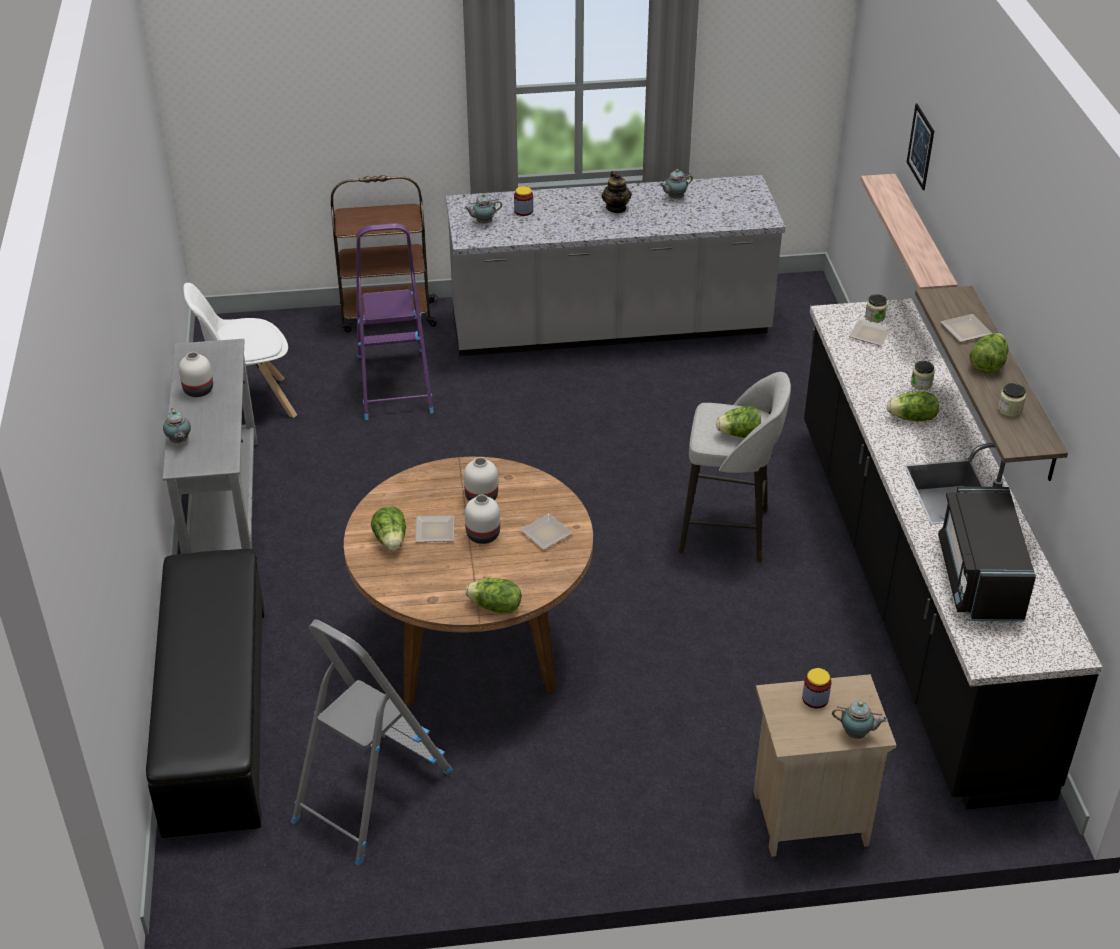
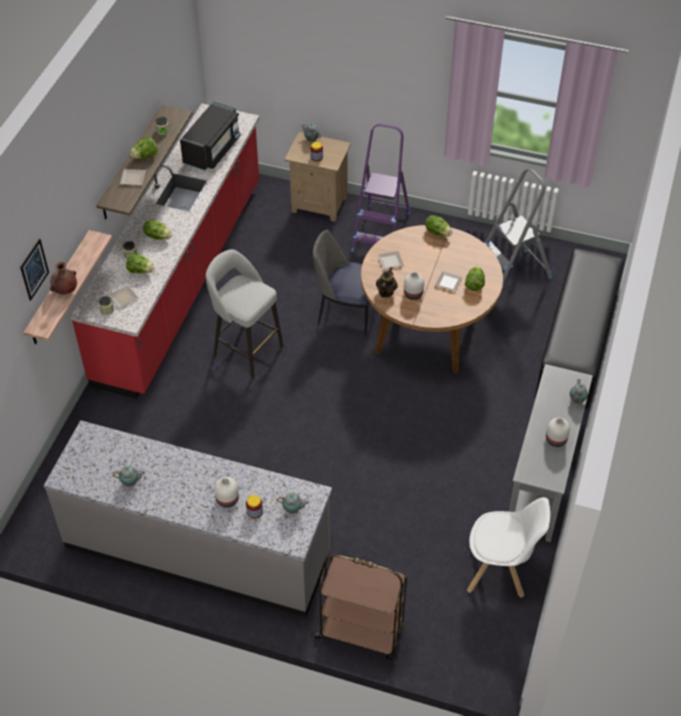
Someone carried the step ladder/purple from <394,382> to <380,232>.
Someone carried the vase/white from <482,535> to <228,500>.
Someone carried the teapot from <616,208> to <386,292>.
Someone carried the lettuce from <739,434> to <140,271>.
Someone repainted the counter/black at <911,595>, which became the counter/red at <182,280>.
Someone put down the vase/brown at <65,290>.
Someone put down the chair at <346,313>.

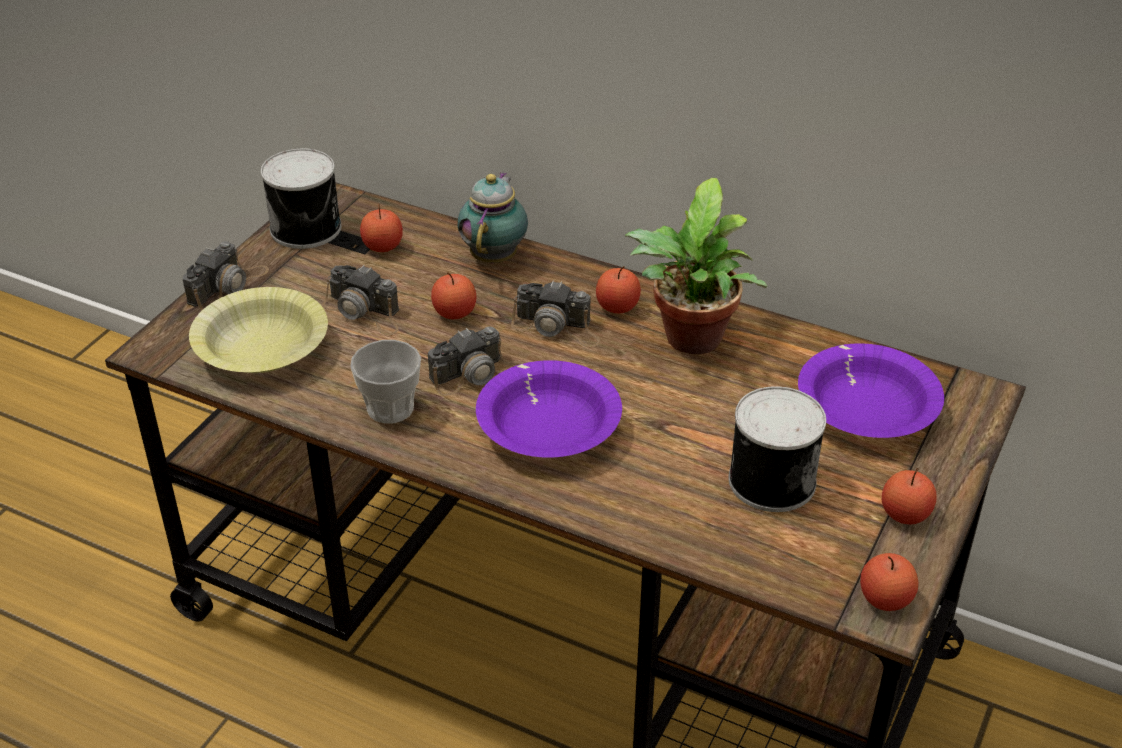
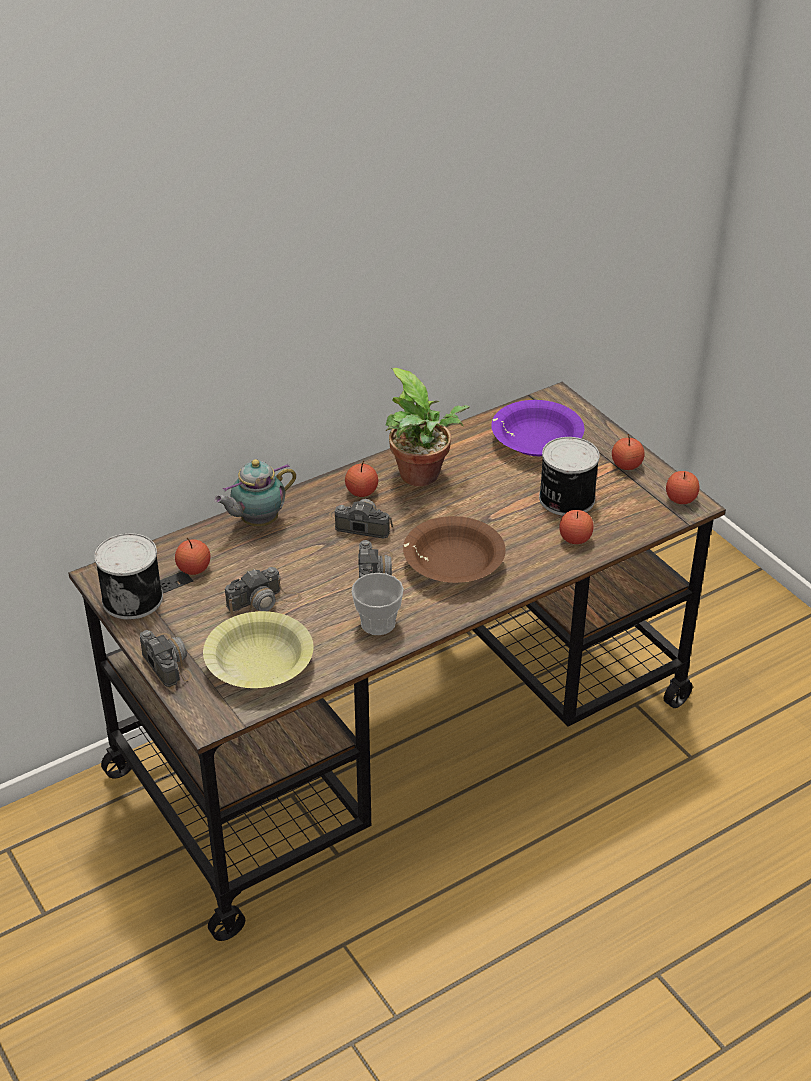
Someone carried the apple from <454,312> to <575,538>.
Someone rotated the teapot at <495,256> by 75 degrees counterclockwise.
Someone repainted the bowl/purple at <549,427>, which became the bowl/brown at <453,563>.
Someone rotated the photo camera at <557,327> by 120 degrees counterclockwise.

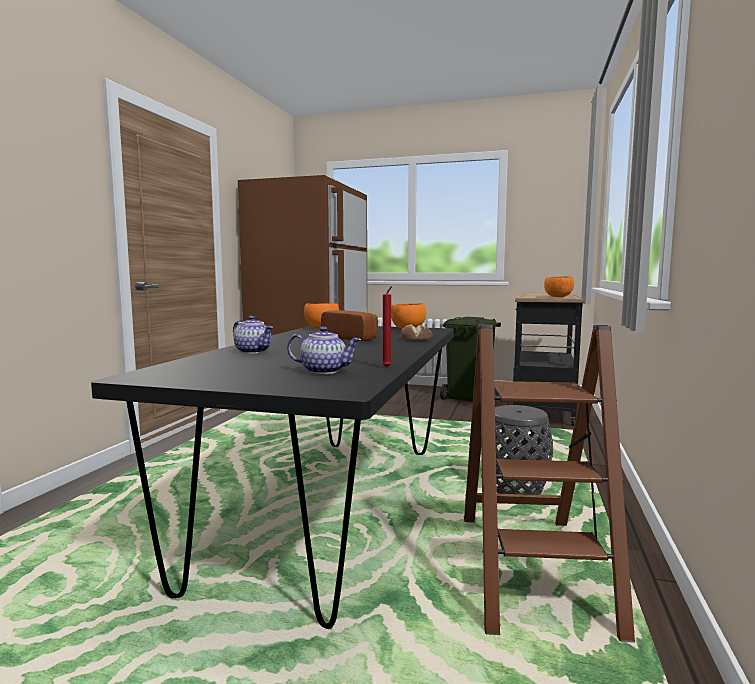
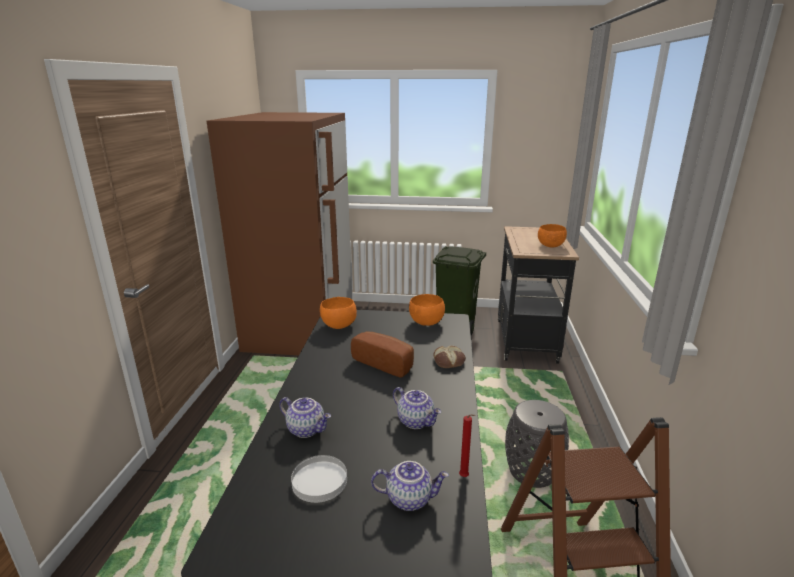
Someone put down the plate/white at <320,481>.
Someone put down the teapot at <416,421>.

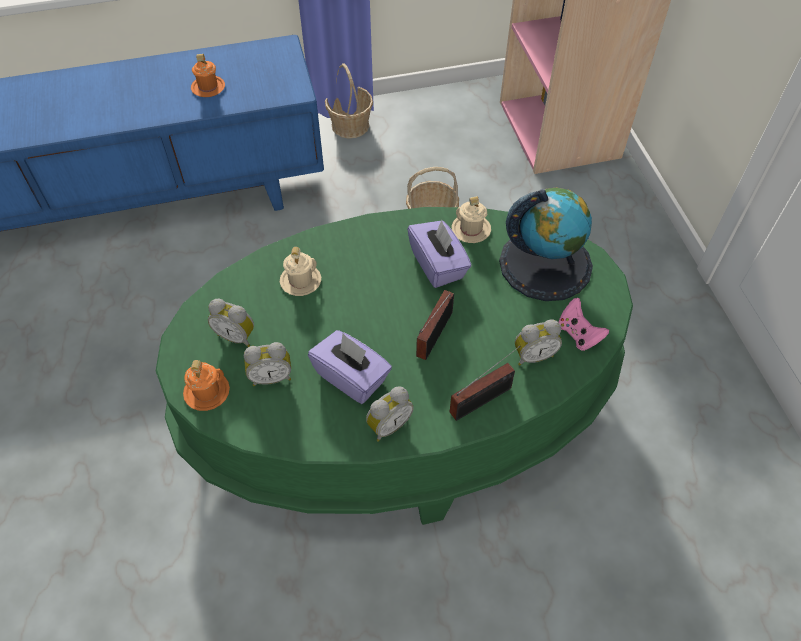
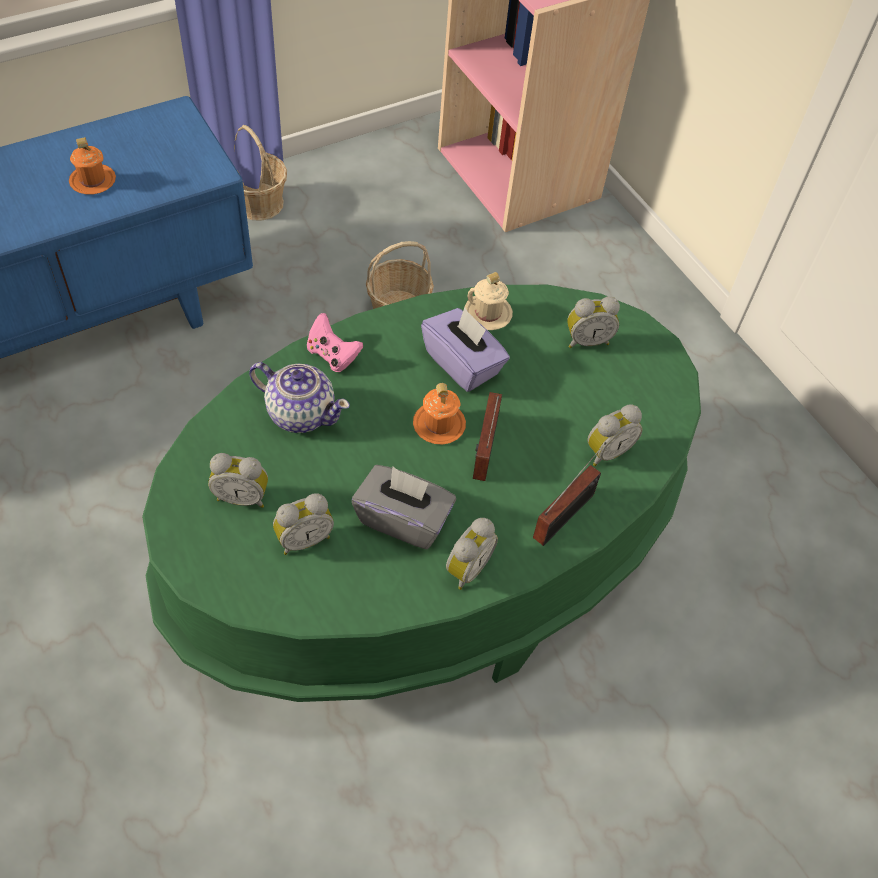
Someone carried the mug/orange from <207,392> to <439,424>.
Someone swapped the mug/beige at <300,281> for the teapot at <300,412>.
Someone repainted the tissue box/purple at <352,377>, which became the tissue box/grey at <403,519>.
Someone swapped the globe at <545,263> for the alarm clock at <586,340>.
Someone carried the game controller/pink from <578,334> to <332,355>.

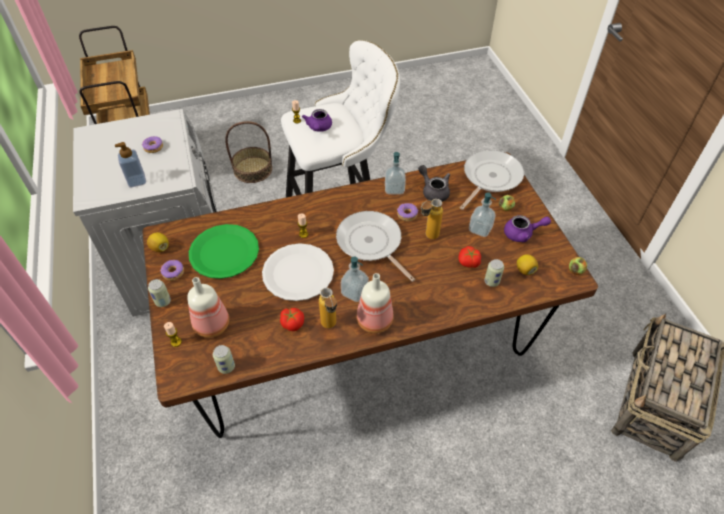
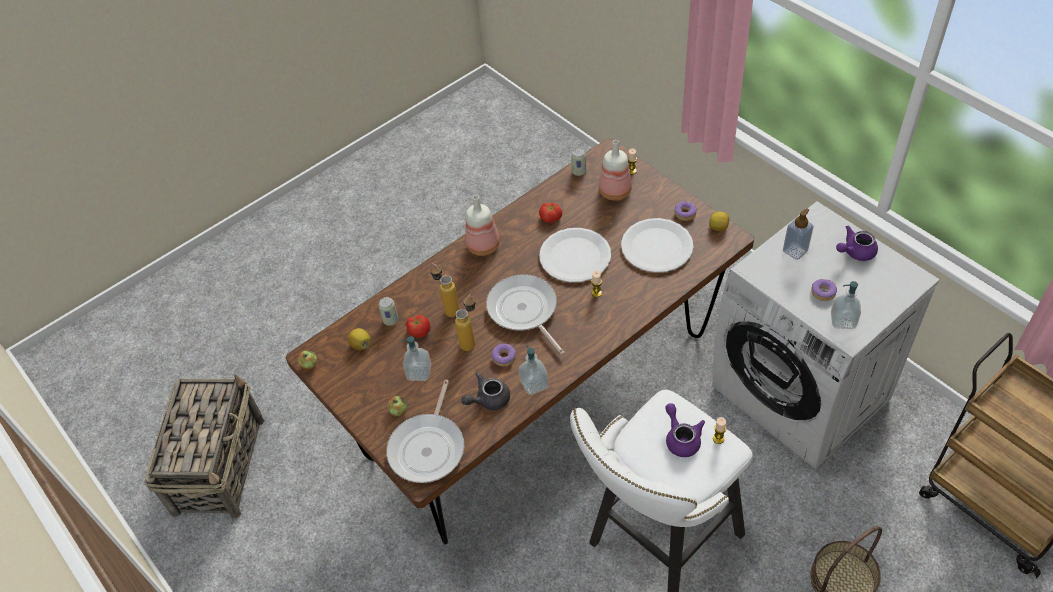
Someone took away the can at <163,301>.
Someone repainted the plate/green at <224,252>, which became the plate/white at <656,247>.
Someone carried the bottle from <330,328> to <448,308>.
Someone rotated the frying pan at <371,243> by 150 degrees counterclockwise.
Someone carried the soap dispenser from <354,292> to <843,320>.
Someone rotated the teapot/grey at <433,191> by 120 degrees clockwise.
Someone carried the teapot/purple from <522,234> to <855,252>.

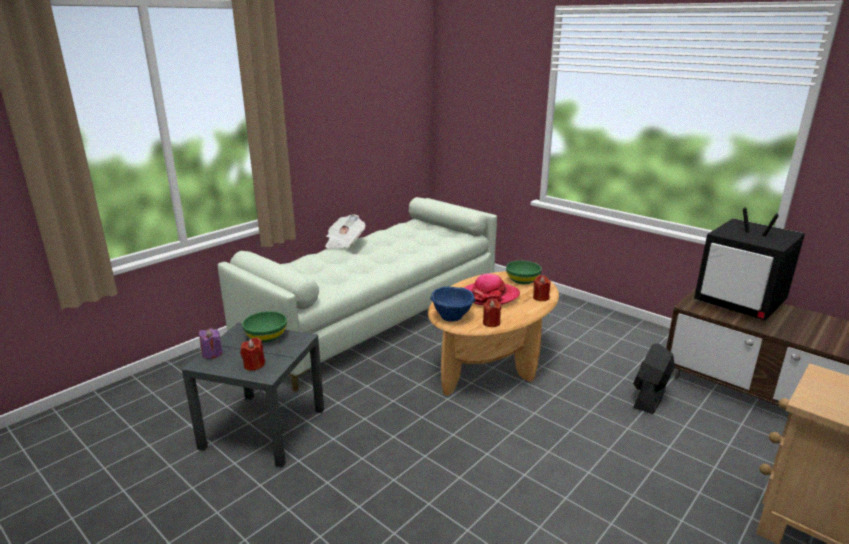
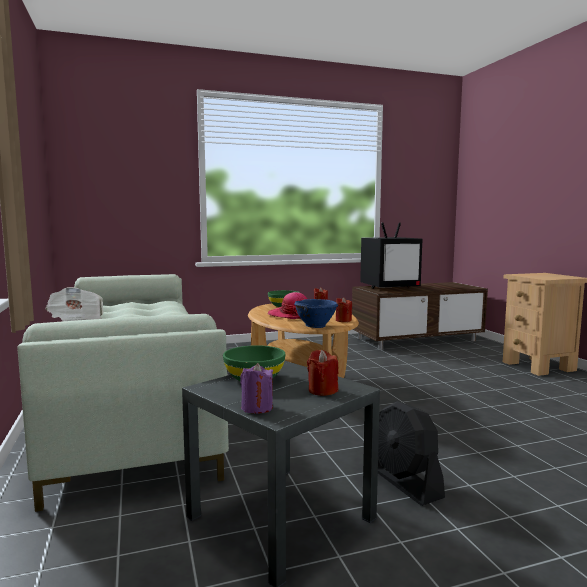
Someone carried the fan/black from <649,397> to <405,482>.

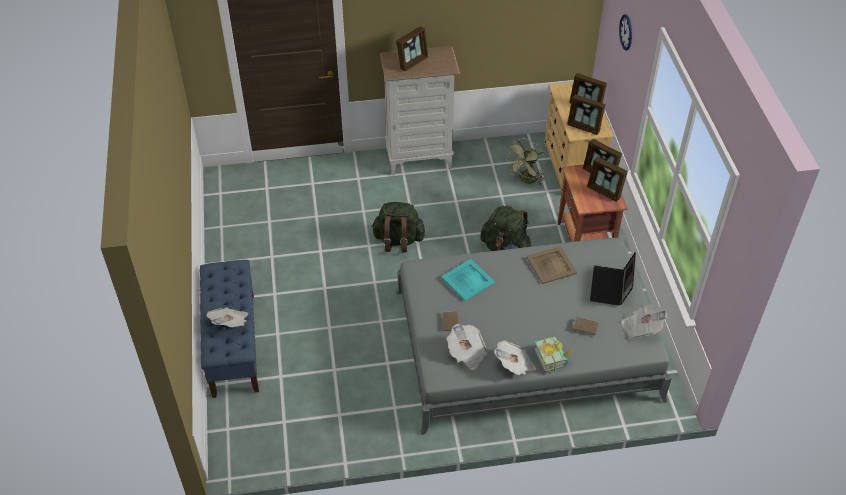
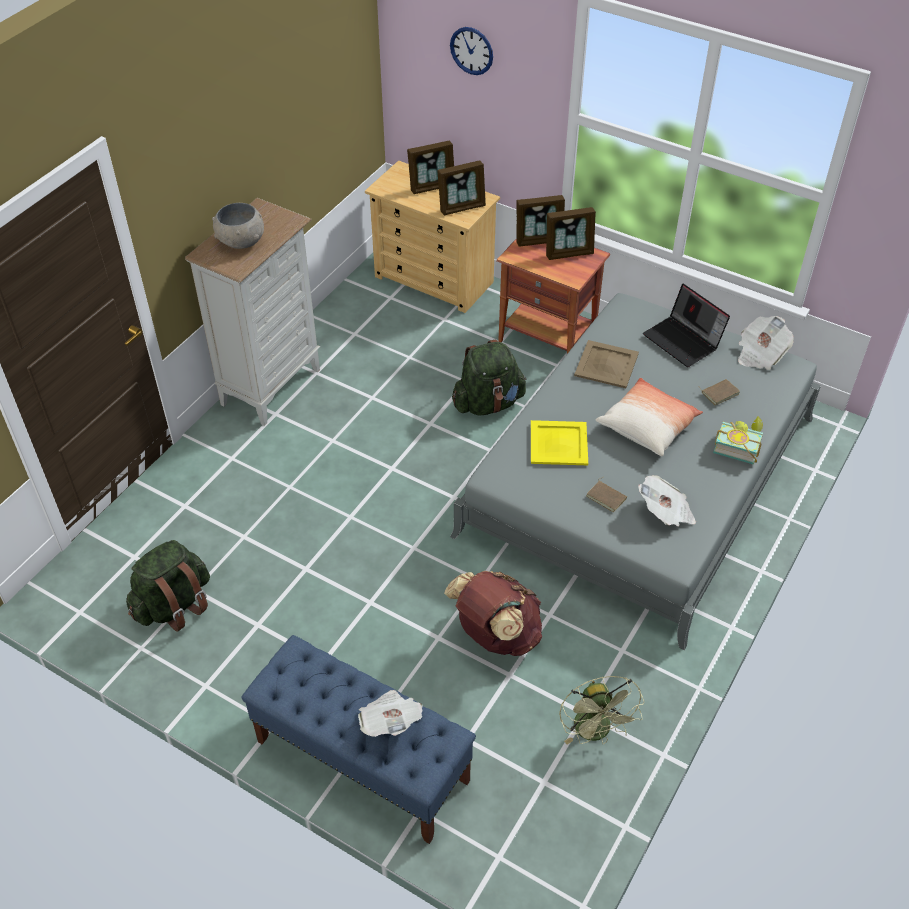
Someone carried the backpack/green from <398,240> to <174,605>.
Someone swapped the picture frame at <412,62> for the bowl/grey at <241,241>.
Someone repainted the tray/turquoise at <467,280>, which became the tray/yellow at <558,443>.
Someone took away the newspaper at <514,365>.
Someone carried the fan/green from <526,180> to <596,732>.
Someone put down the backpack/brown at <495,635>.
Someone put down the pillow at <647,426>.

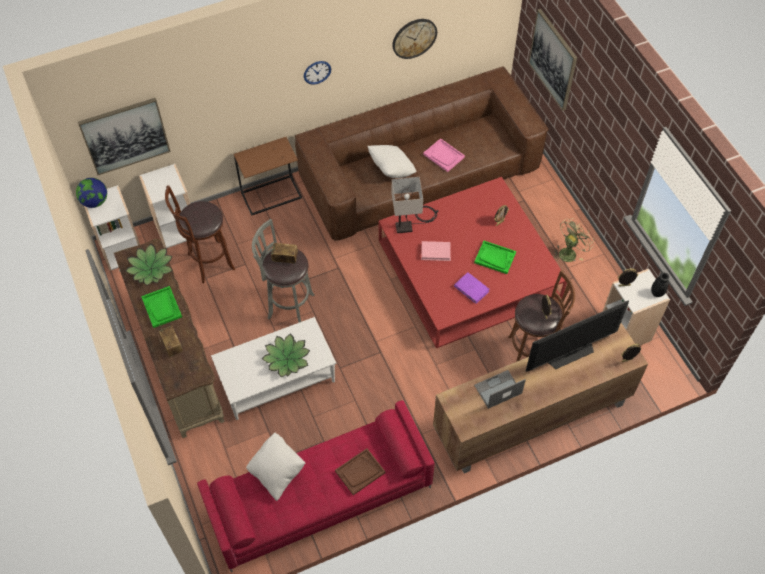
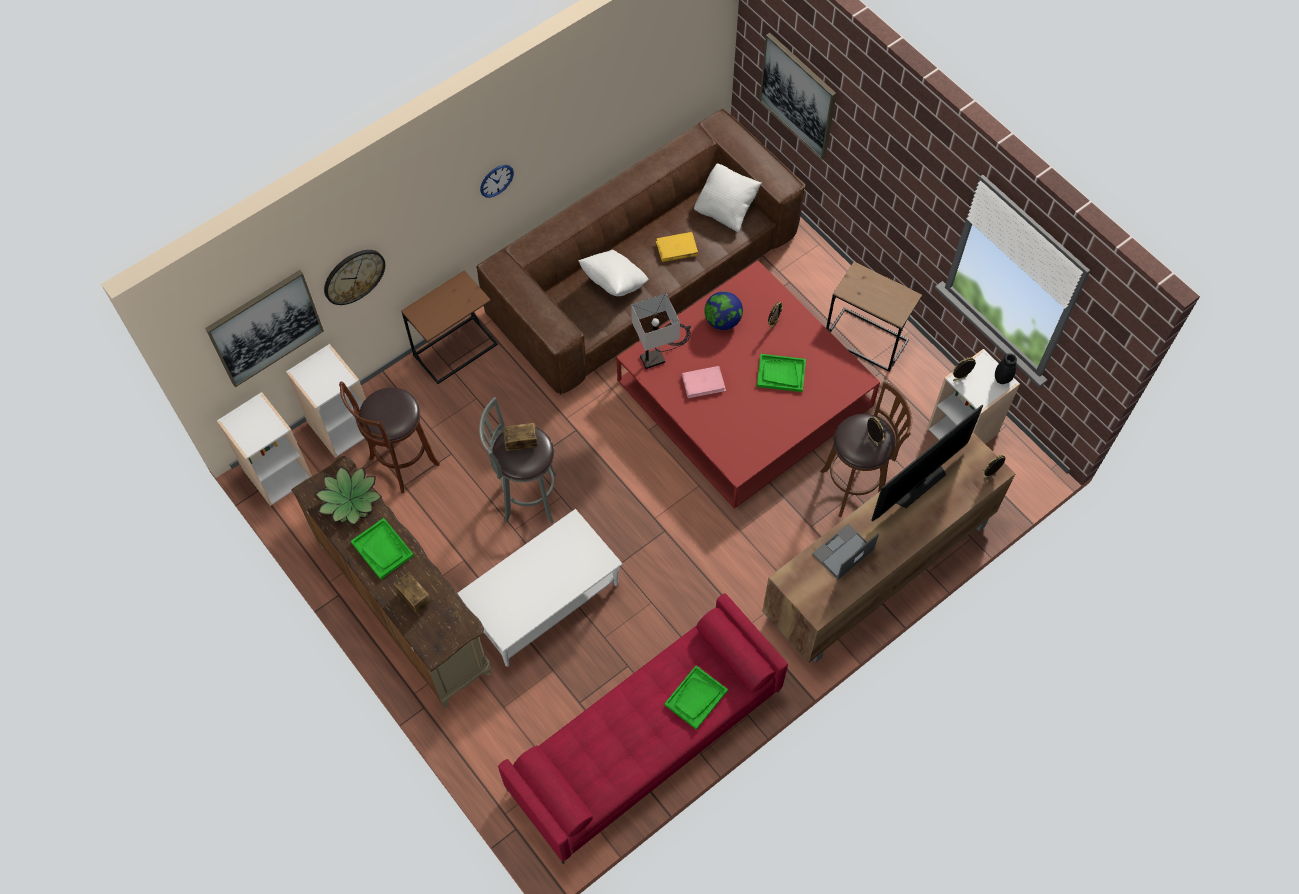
Someone carried the globe from <95,201> to <722,320>.
Someone carried the pillow/white from <277,472> to <726,208>.
Someone took away the potted plant at <287,359>.
Someone repainted the tray/brown at <360,472>, which became the tray/green at <696,698>.
Someone carried the wall clock from <414,38> to <353,276>.
Someone swapped the tray/pink at <444,156> for the book/yellow at <676,248>.
Someone took away the book/purple at <471,289>.
Someone swapped the fan/green at <569,252> for the side table/brown at <865,340>.

